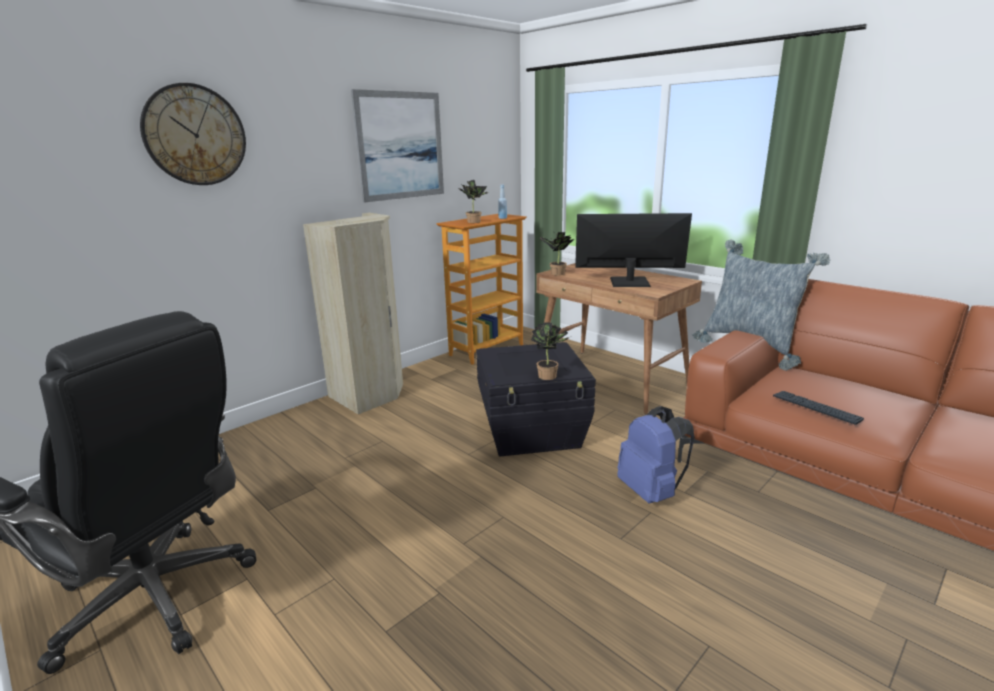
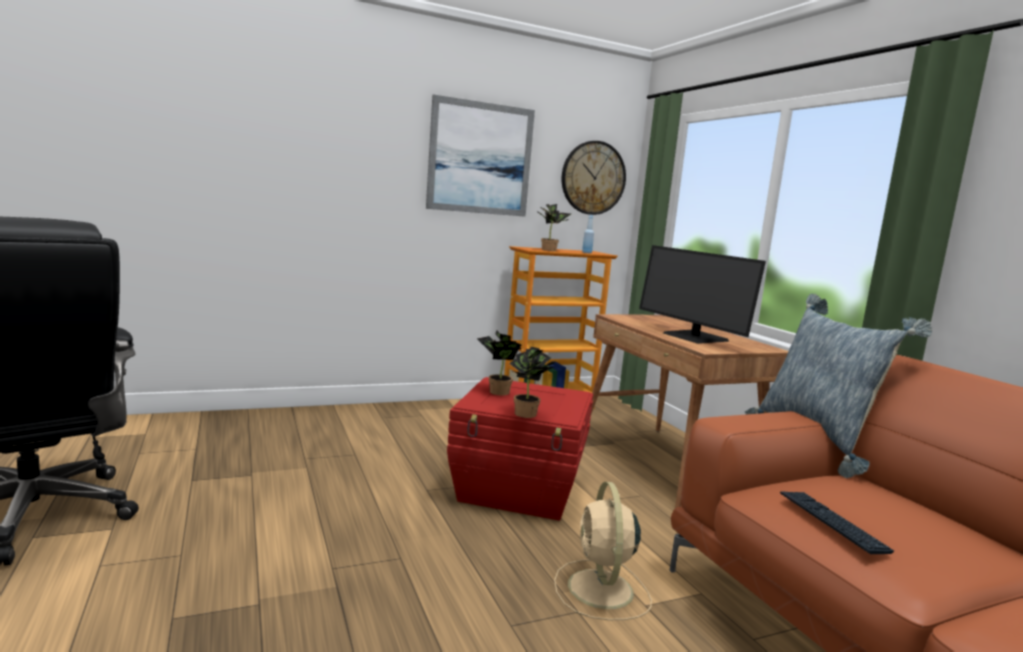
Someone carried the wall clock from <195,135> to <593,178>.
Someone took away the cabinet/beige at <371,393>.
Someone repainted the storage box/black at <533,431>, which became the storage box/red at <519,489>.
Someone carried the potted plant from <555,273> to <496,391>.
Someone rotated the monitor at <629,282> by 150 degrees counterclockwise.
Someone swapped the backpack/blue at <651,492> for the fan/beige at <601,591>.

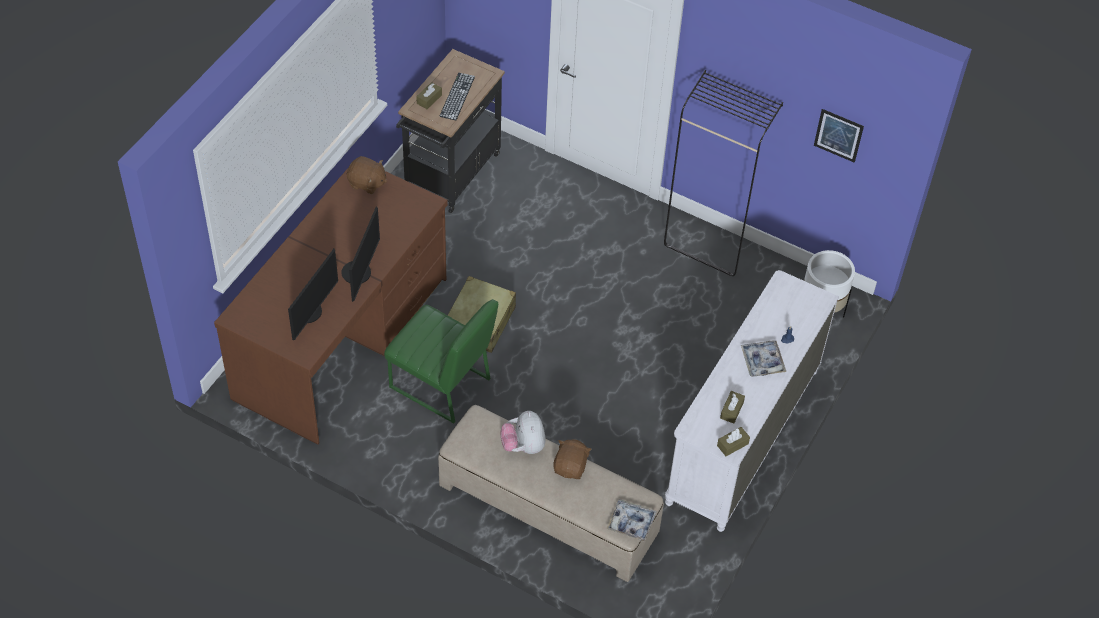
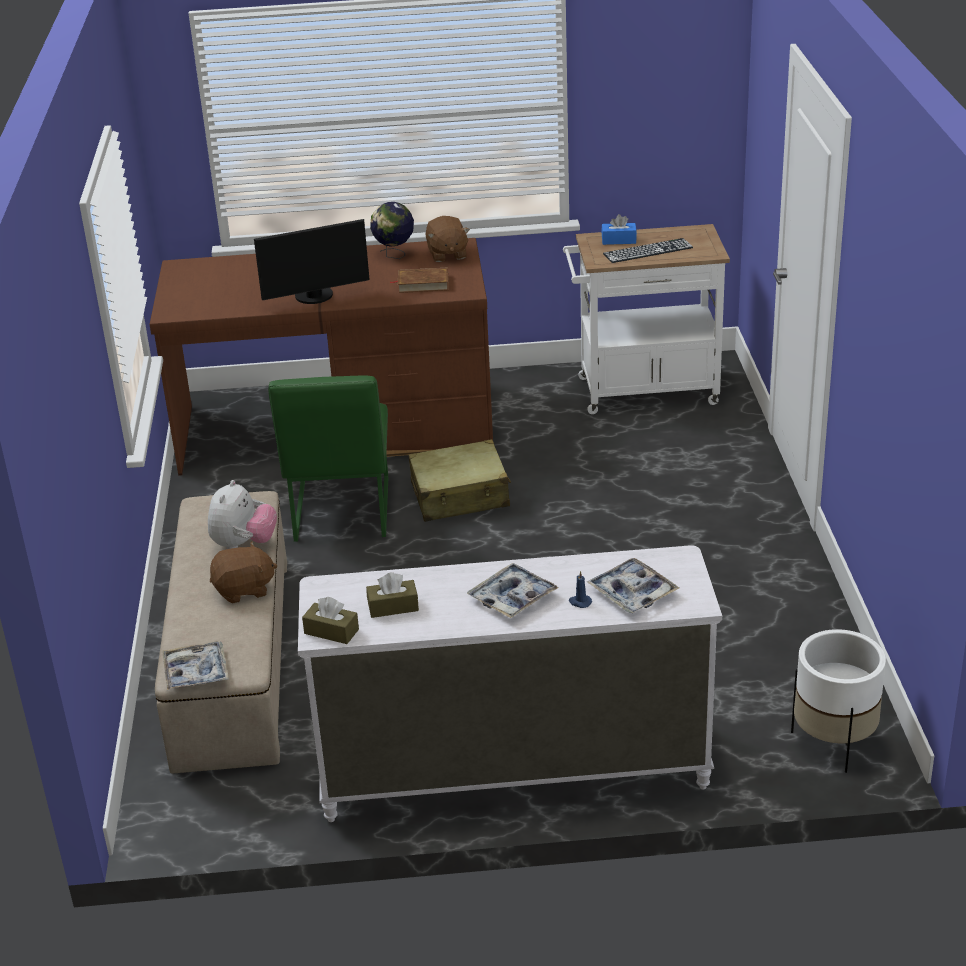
Someone took away the monitor at <310,312>.
Someone repainted the cart/black at <450,175>, which became the cart/white at <643,391>.
Someone repainted the tissue box/brown at <429,99>, which became the tissue box/blue at <619,240>.
Someone rotated the plush toy at <523,446> by 150 degrees clockwise.
Someone took away the clothes rack/black at <709,246>.
Someone took away the picture at <838,135>.
Someone put down the globe at <394,255>.
Someone put down the book/brown at <423,284>.
Someone put down the tray at <632,593>.

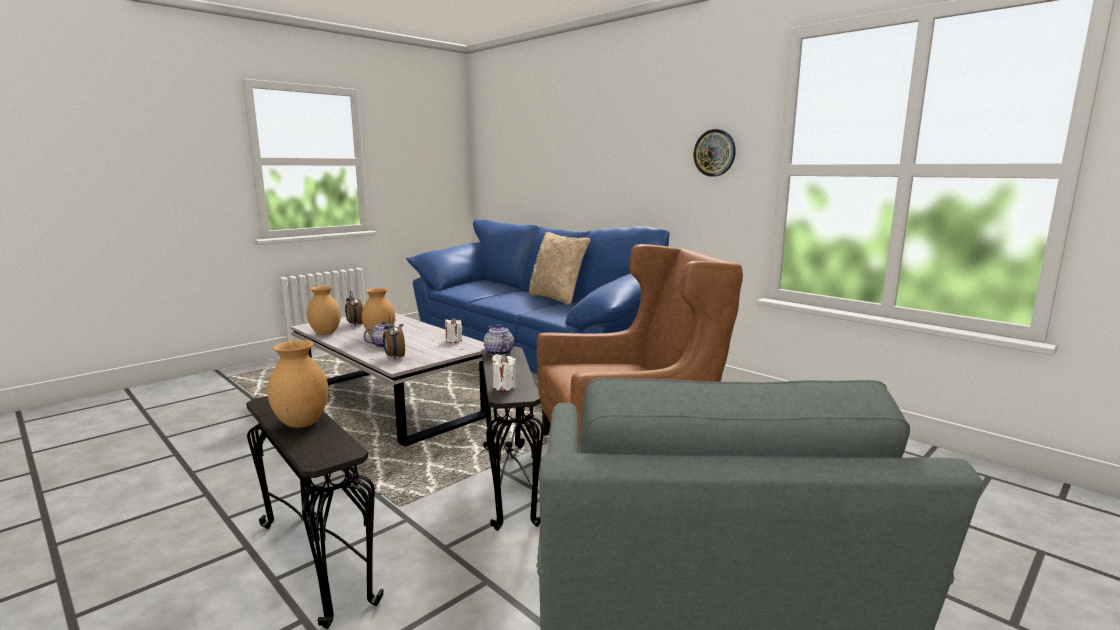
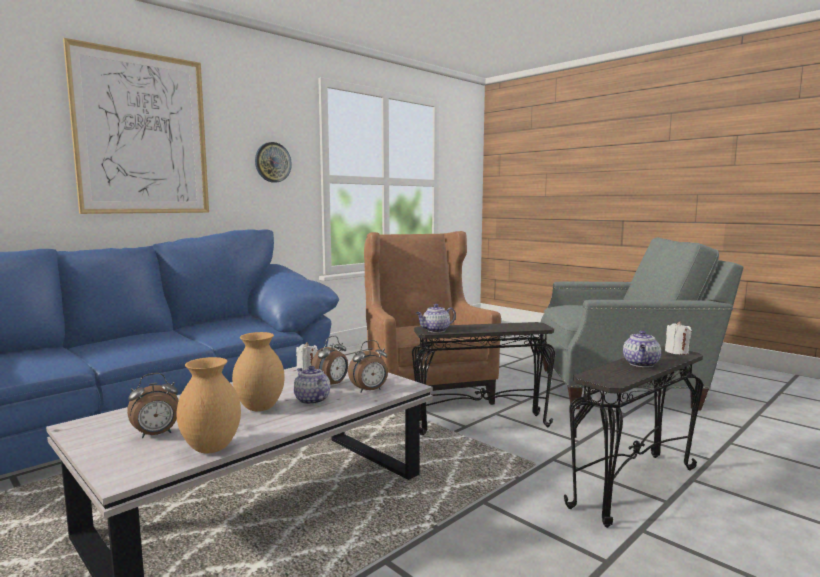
Someone swapped the vase/brown at <300,424> for the teapot at <641,364>.
Someone carried the candle/white from <504,386> to <676,352>.
Someone took away the pillow/beige at <557,299>.
Someone put up the picture at <142,134>.
Someone put down the alarm clock at <331,385>.

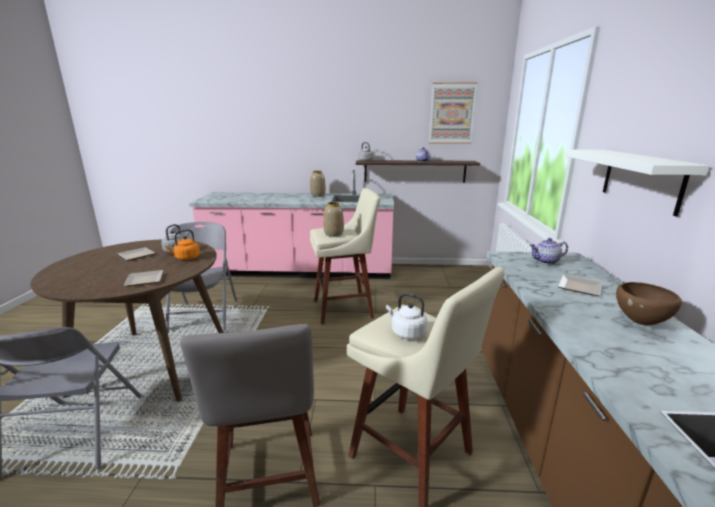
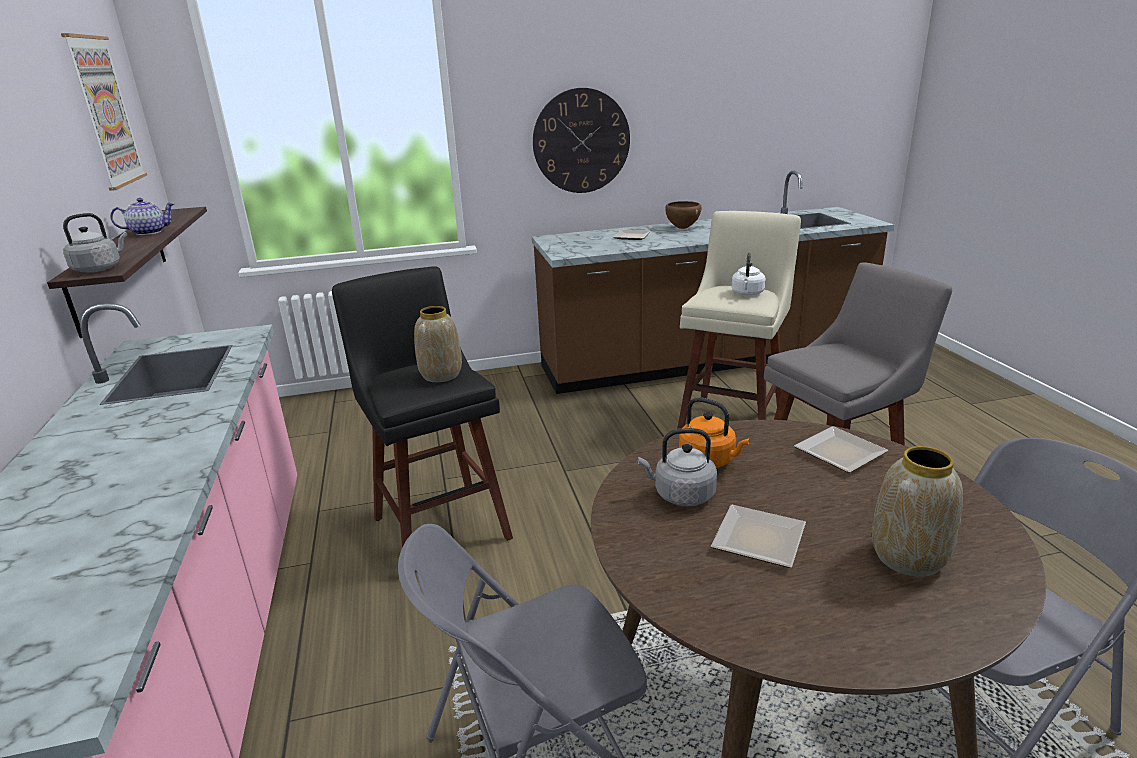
Someone carried the vase from <318,195> to <907,557>.
Someone repainted the stool/beige at <344,309>, which became the stool/black at <441,526>.
Someone took away the teapot at <546,261>.
Someone swapped the shelf/white at <641,179> for the wall clock at <581,141>.

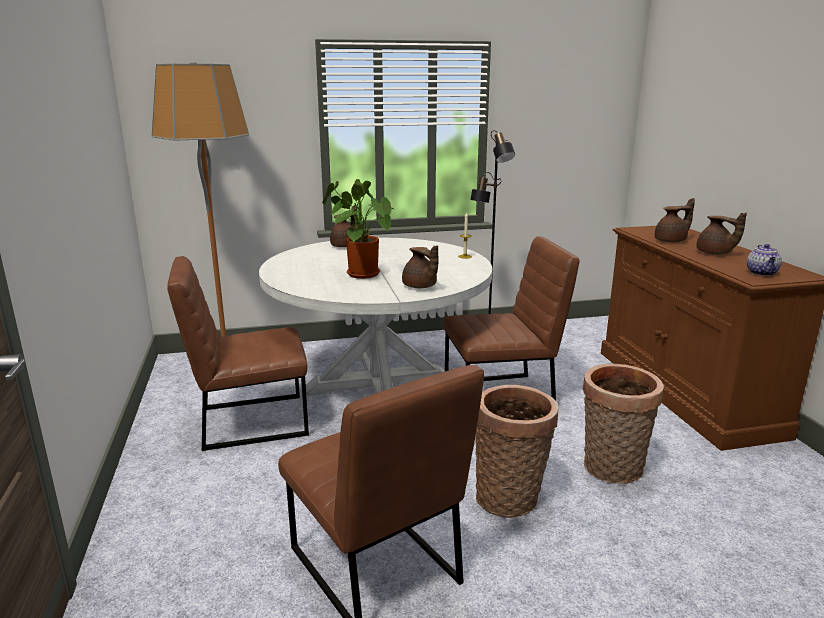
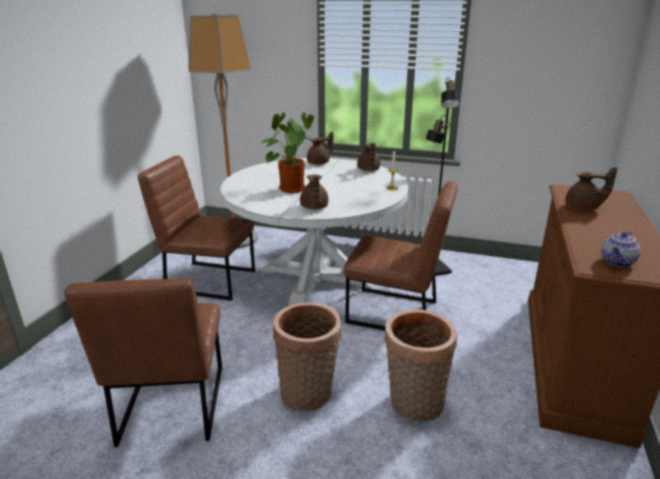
Someone carried the teapot/brown from <715,253> to <368,170>.

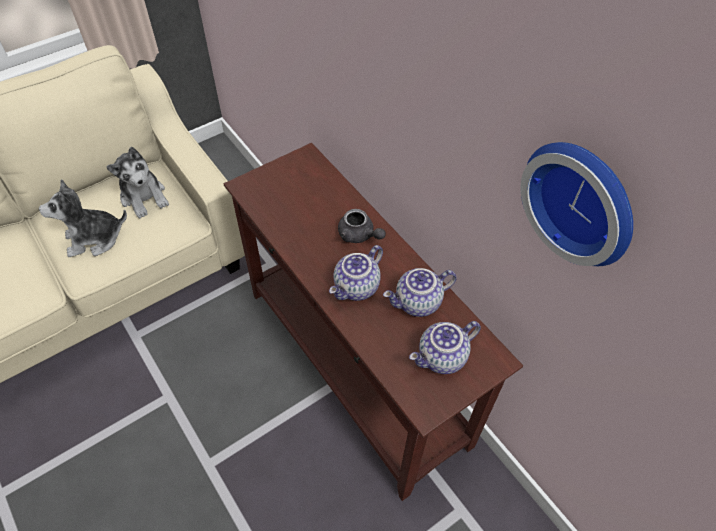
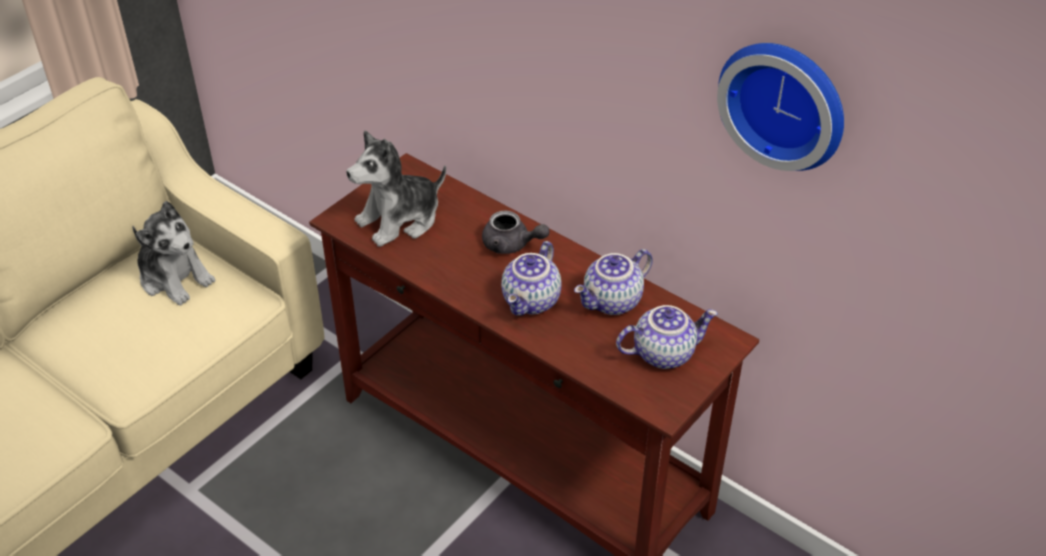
Someone carried the plush toy from <94,239> to <400,220>.
Someone rotated the teapot at <442,358> by 150 degrees counterclockwise.

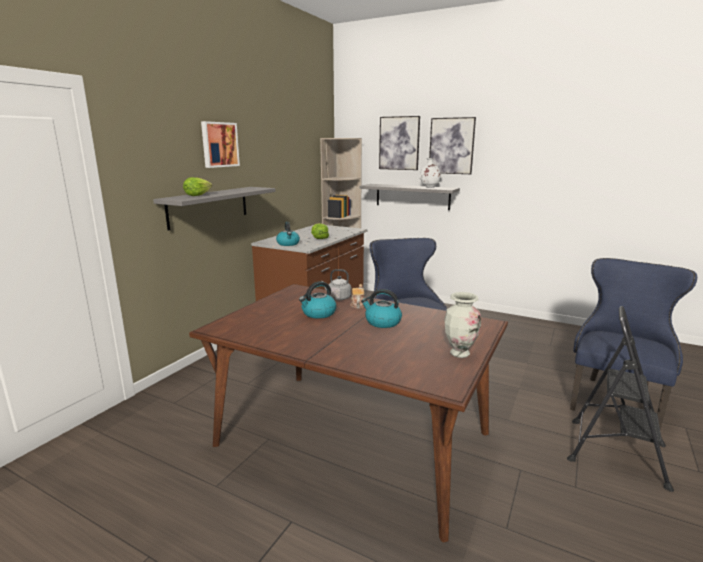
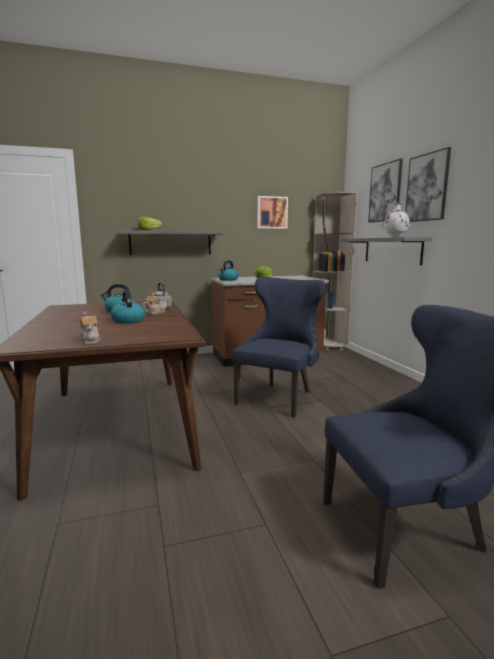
Someone carried the picture from <219,144> to <271,212>.
Someone swapped the vase at <459,353> for the teapot at <90,341>.
Someone took away the step ladder/black at <613,450>.

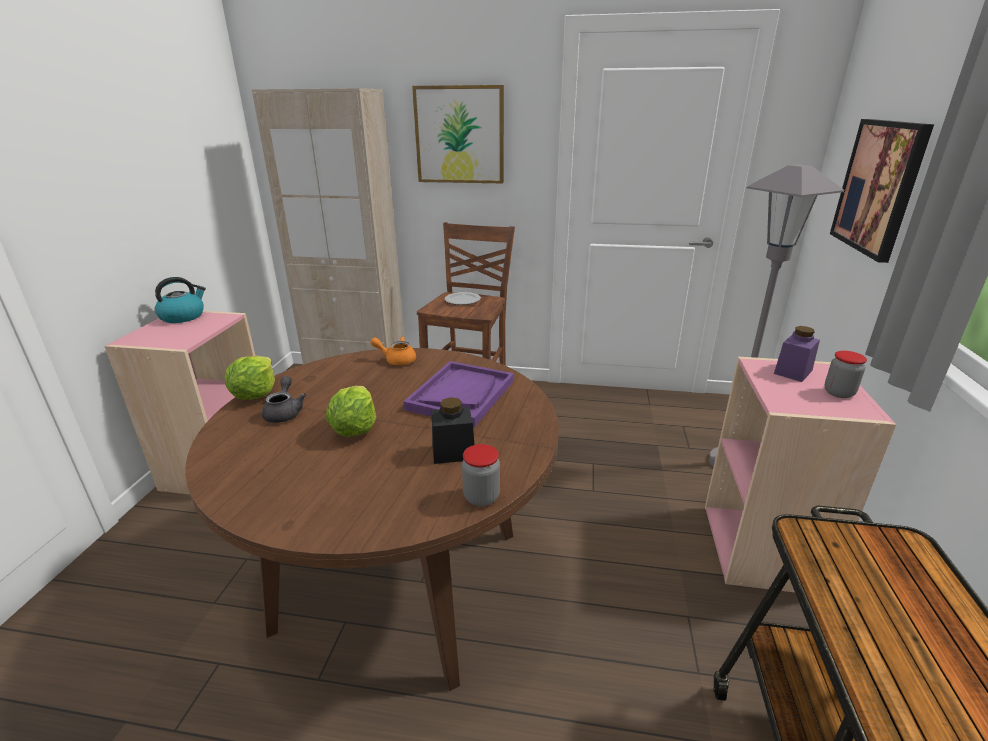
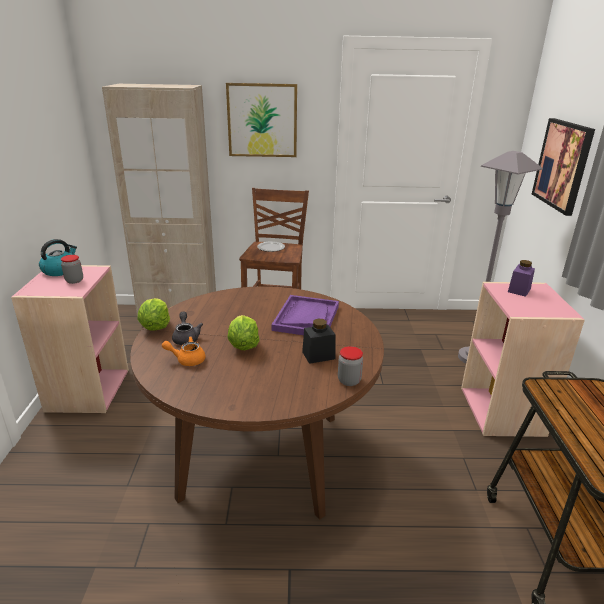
Someone carried the teapot/orange from <397,360> to <187,359>.
Someone carried the jar from <838,393> to <74,280>.

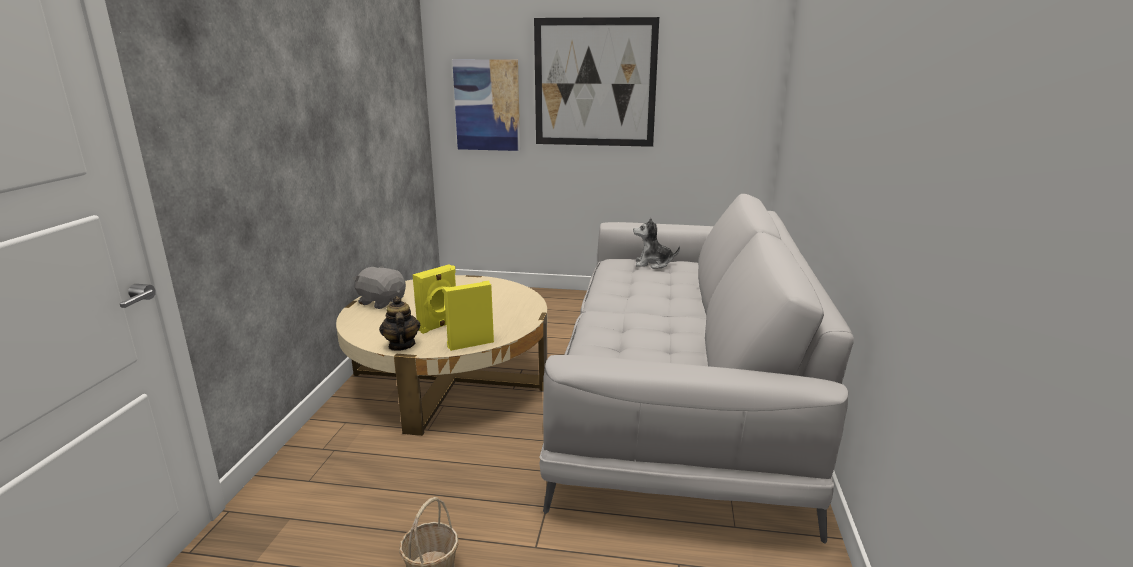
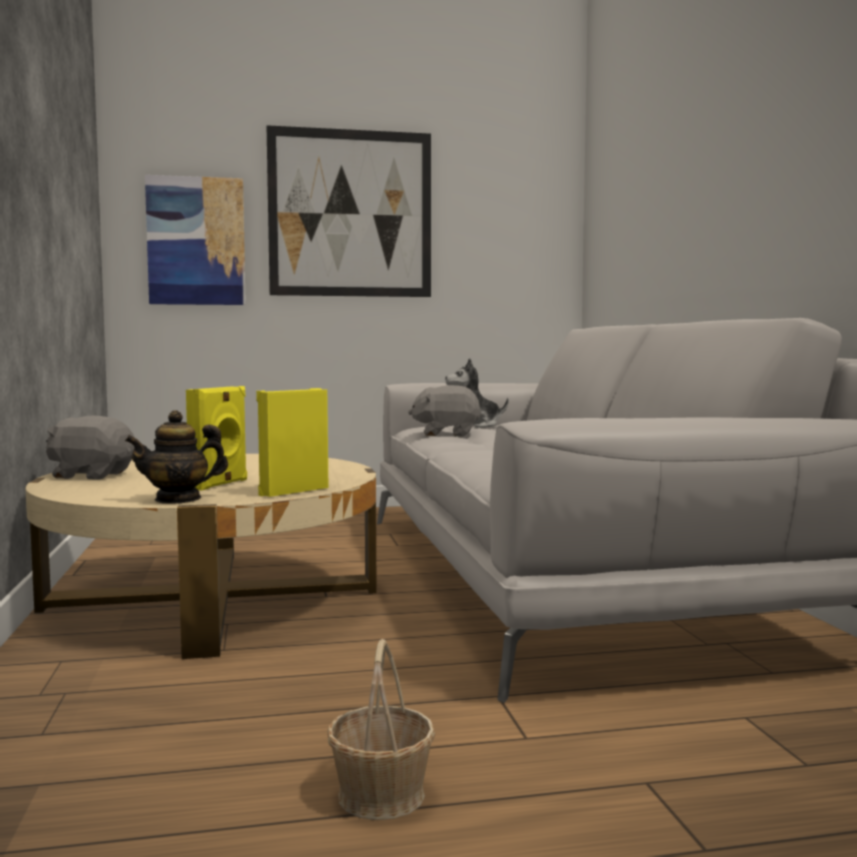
Someone rotated the teapot at <401,345> by 75 degrees counterclockwise.
Someone put down the plush toy/grey at <446,434>.

